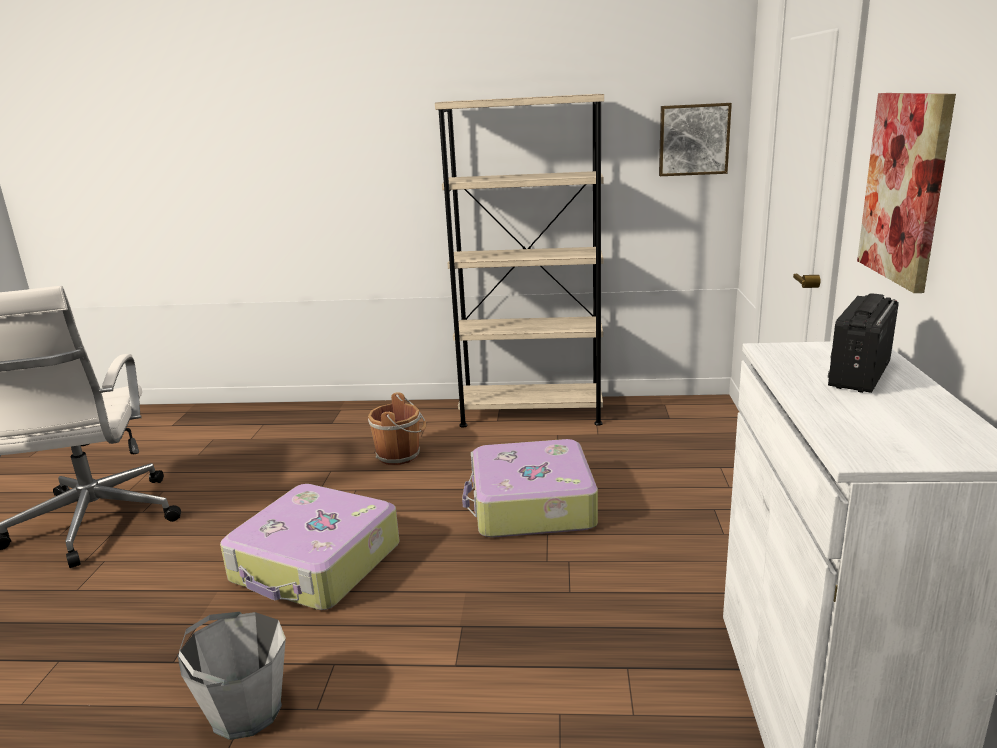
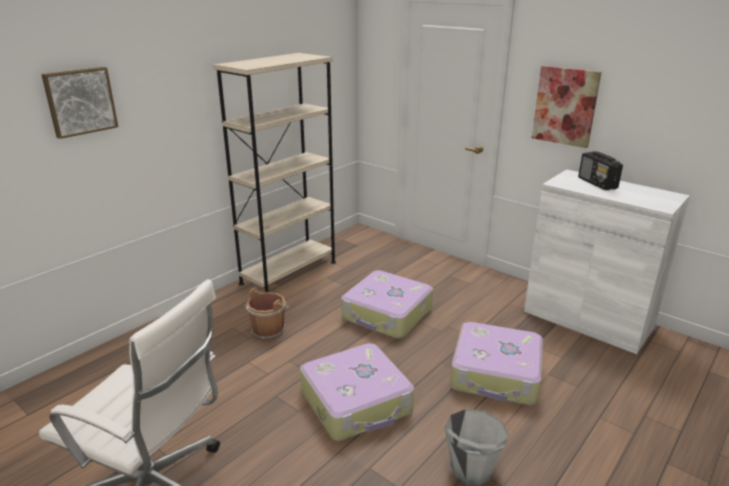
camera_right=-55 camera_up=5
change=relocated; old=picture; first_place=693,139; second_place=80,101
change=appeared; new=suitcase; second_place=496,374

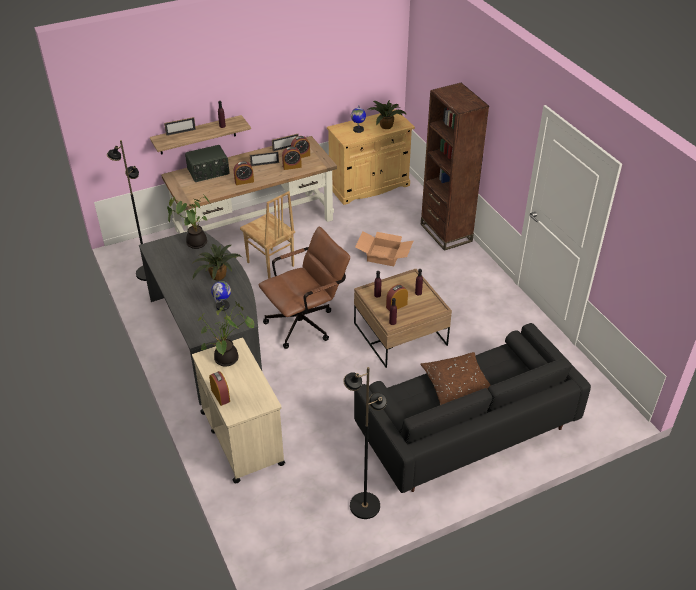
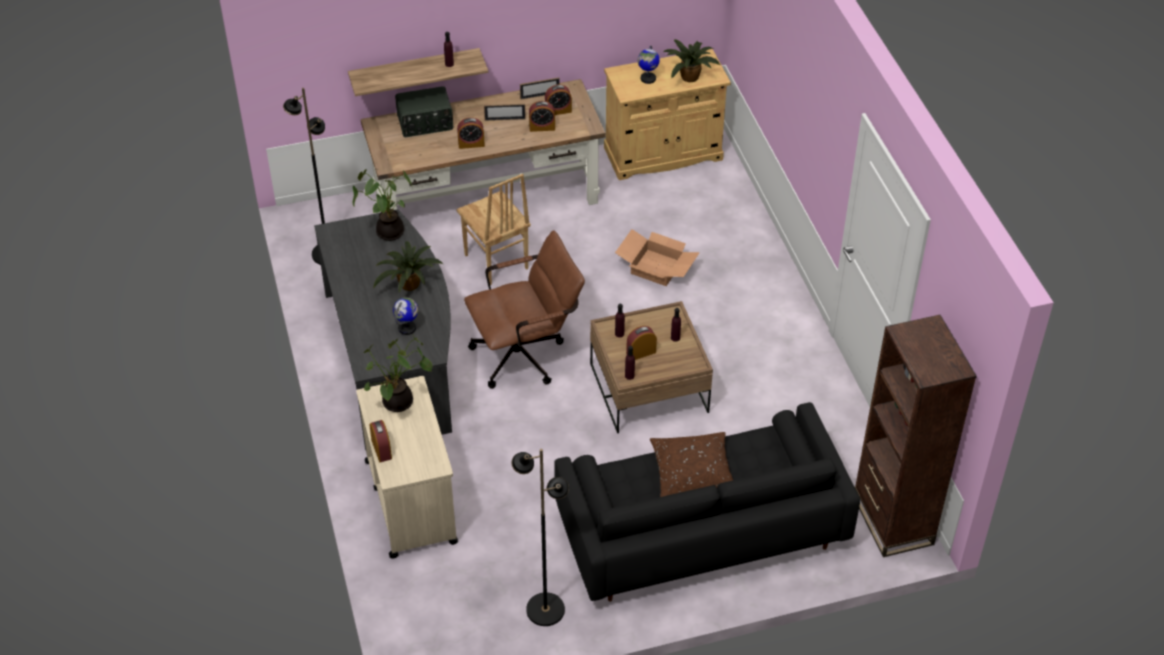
camera_right=10 camera_up=5
change=relocated; old=brown bookcase; first_place=446,233; second_place=892,520
change=missing; old=picture frame; first_place=181,132

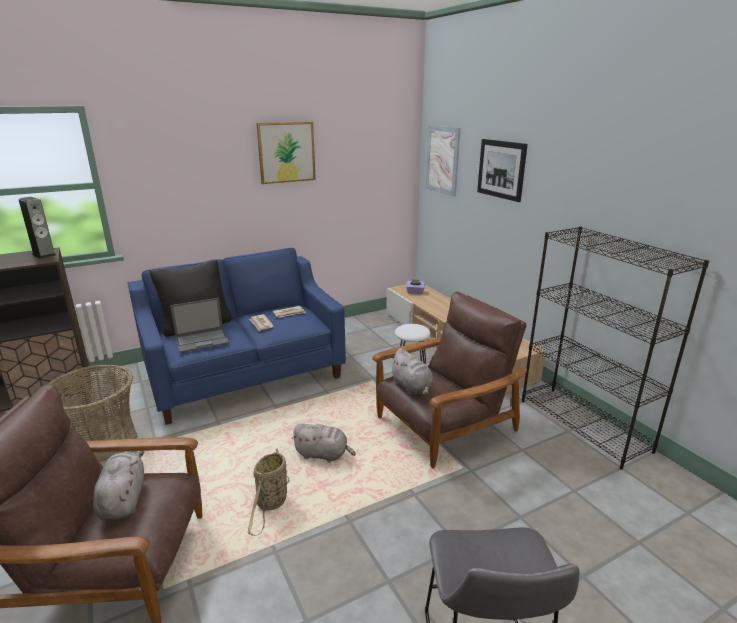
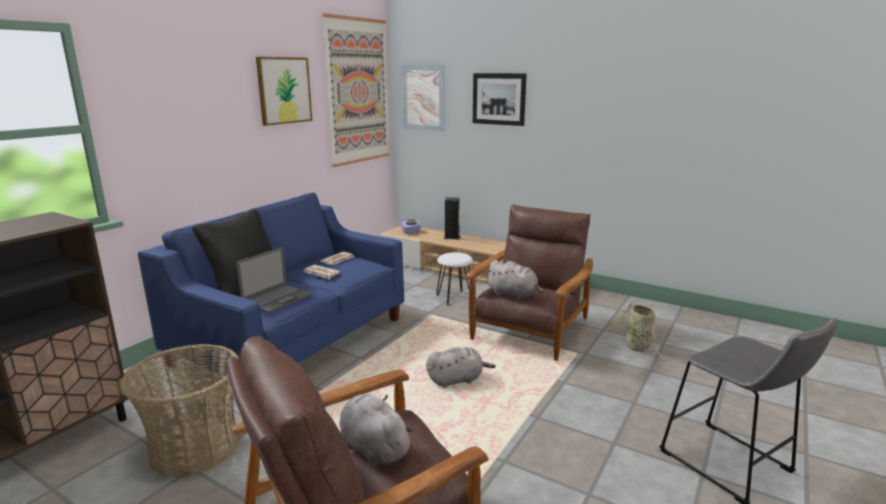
camera_right=-30 camera_up=-5
change=relocated; old=speaker; first_place=44,255; second_place=452,237
change=missing; old=black bookcase; first_place=584,425
change=relocated; old=basket; first_place=271,503; second_place=638,348
change=appeared; new=picture; second_place=358,91

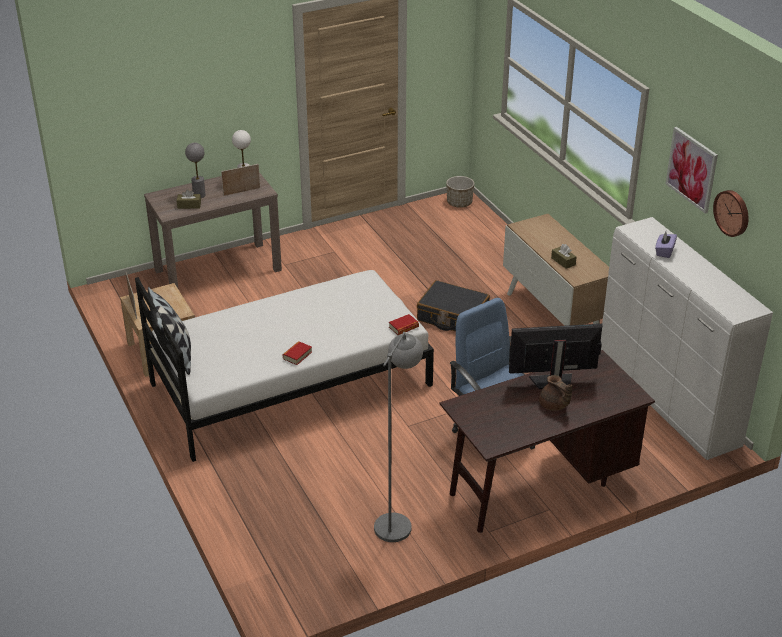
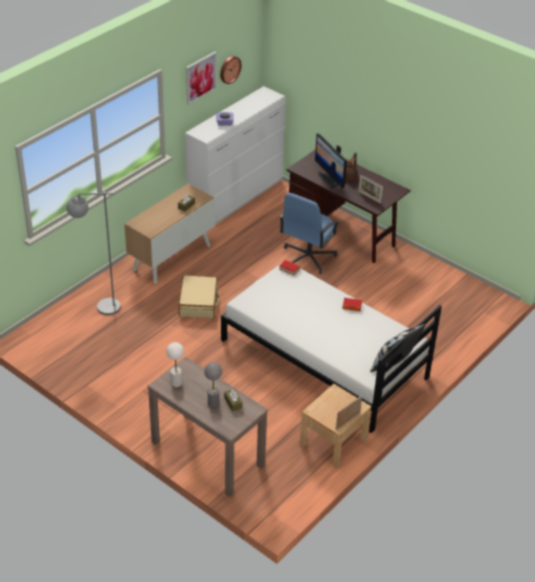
camera_right=-115 camera_up=5
change=relocated; old=picture frame; first_place=241,191; second_place=369,197
change=missing; old=planter; first_place=459,203
change=colour; old=black suitcase; new=beige suitcase; first_place=452,316; second_place=199,303
change=relocated; old=grey floor lamp; first_place=397,519; second_place=100,307

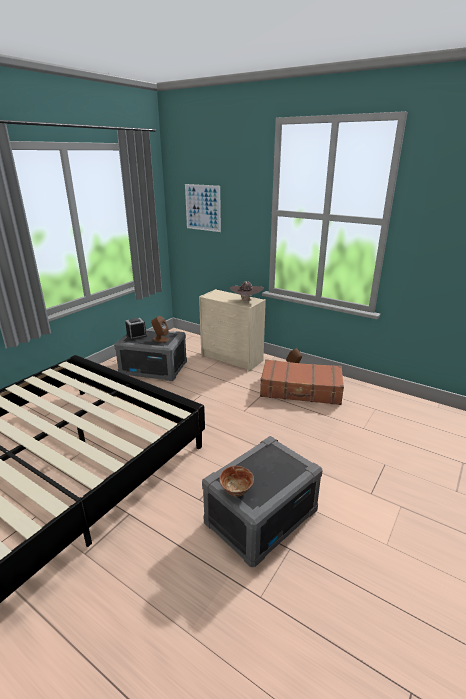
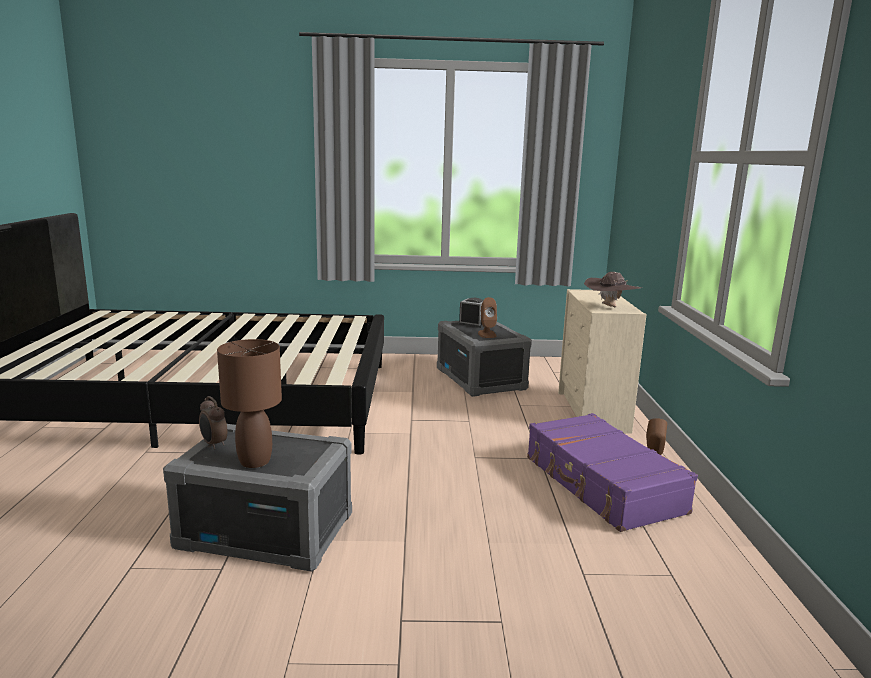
camera_right=55 camera_up=-10
change=missing; old=picture; first_place=202,207
change=colour; old=brown suitcase; new=purple suitcase; first_place=301,390; second_place=602,485
change=exchanged; old=bowl; new=alarm clock; first_place=236,491; second_place=213,444
change=appeared; new=brown table lamp; second_place=255,462

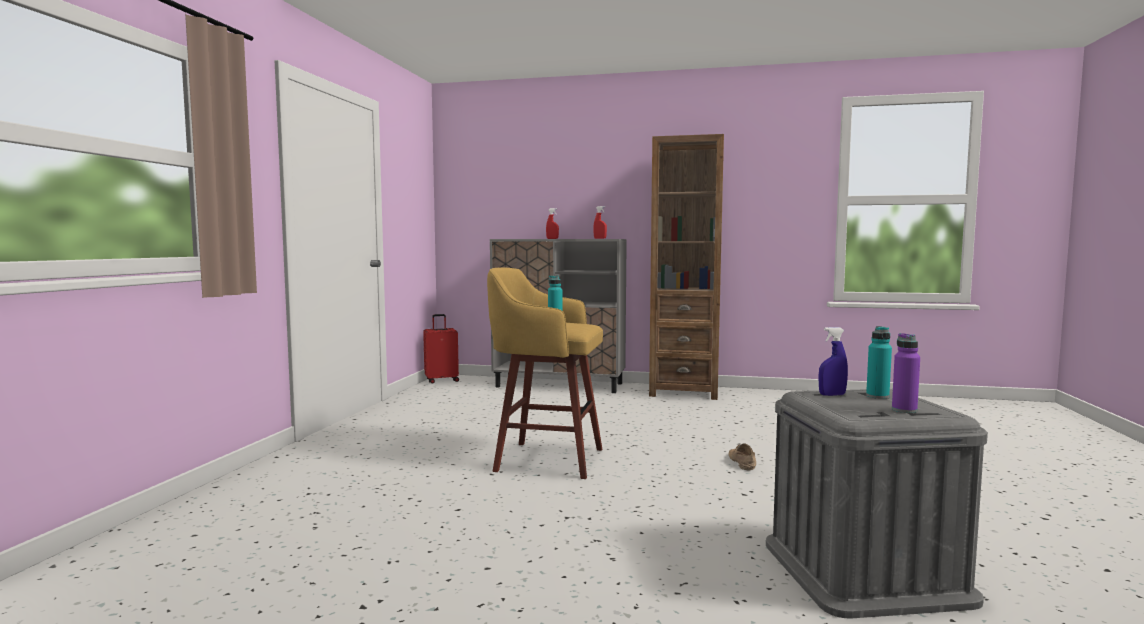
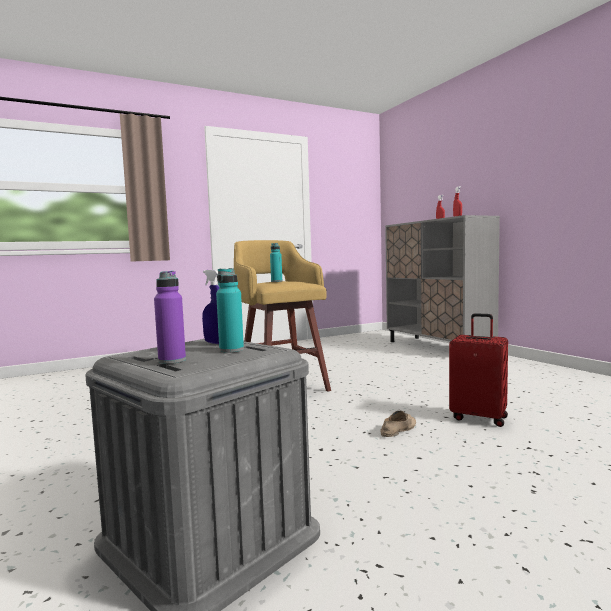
camera_right=50 camera_up=0
change=missing; old=brown bookcase; first_place=684,391
change=relocated; old=red suitcase; first_place=442,380; second_place=479,417

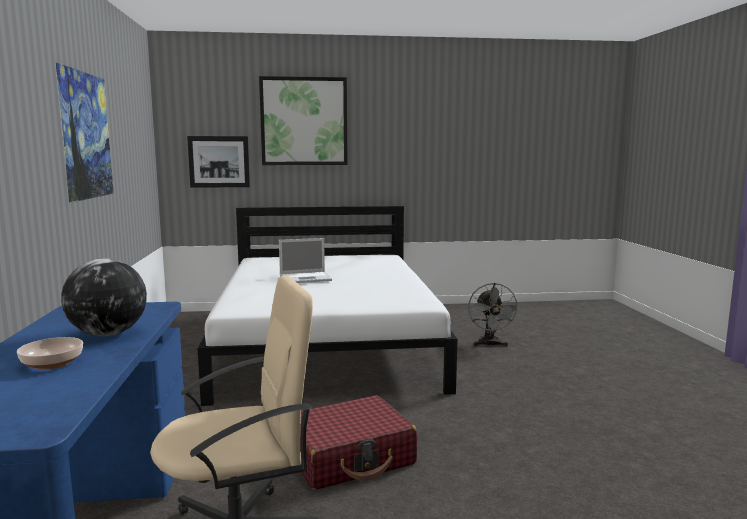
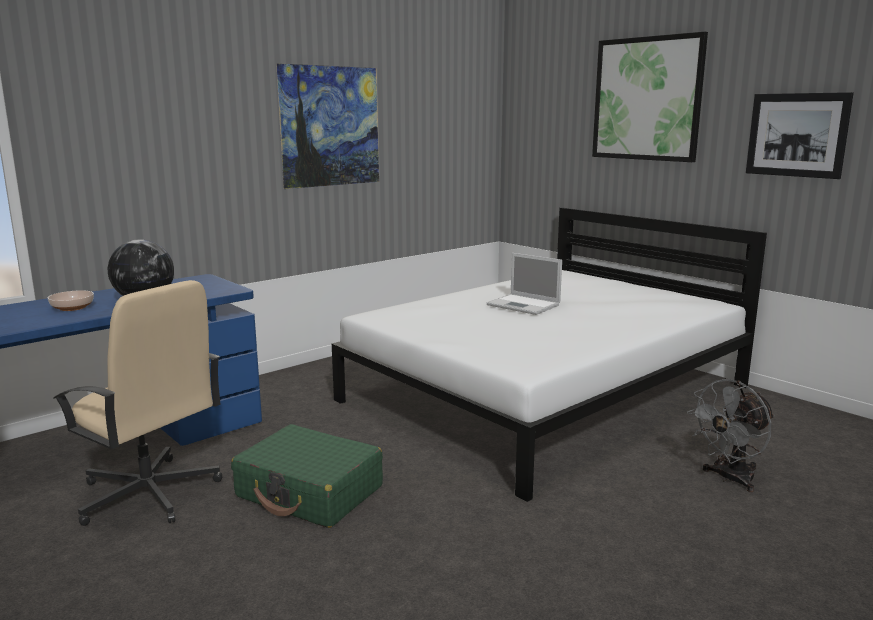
camera_right=55 camera_up=5
change=relocated; old=picture; first_place=219,161; second_place=797,135
change=colour; old=red suitcase; new=green suitcase; first_place=349,457; second_place=310,492

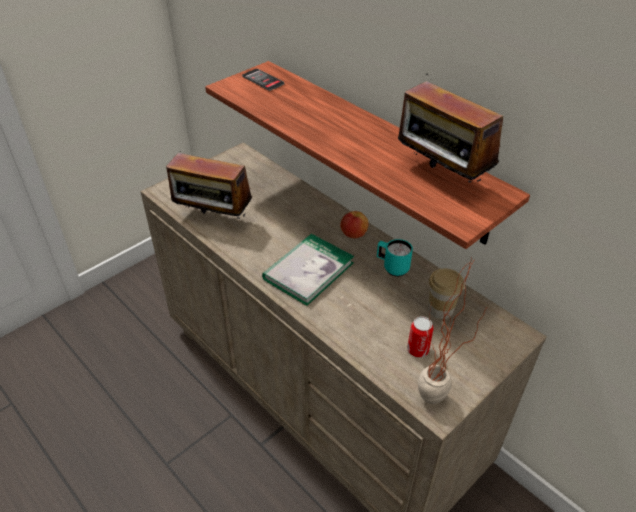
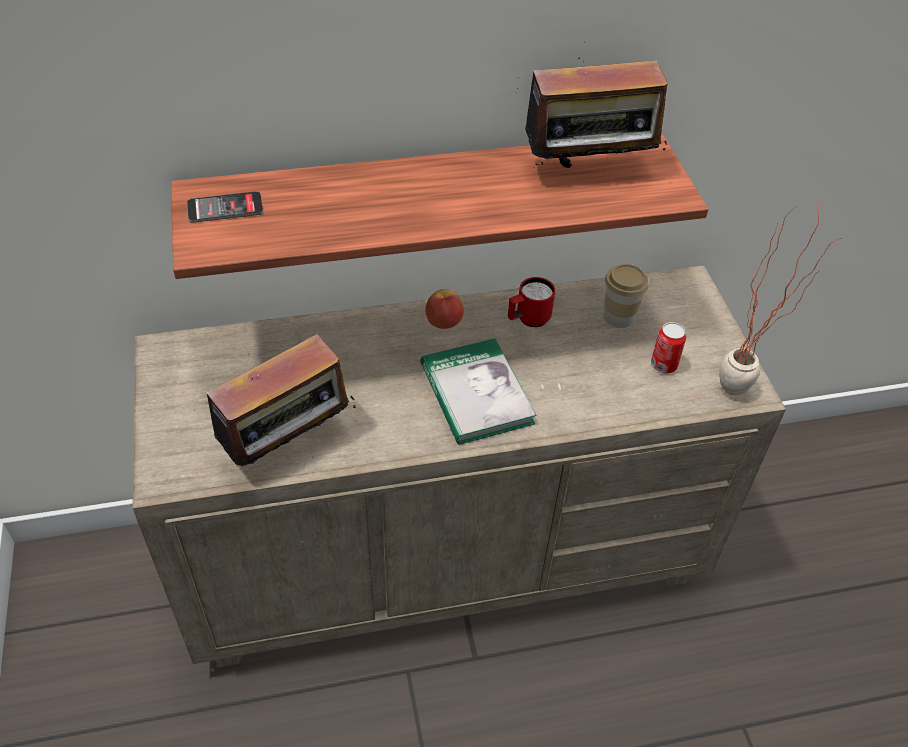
camera_right=-60 camera_up=5
change=colour; old=turquoise mug; new=red mug; first_place=392,268; second_place=528,320

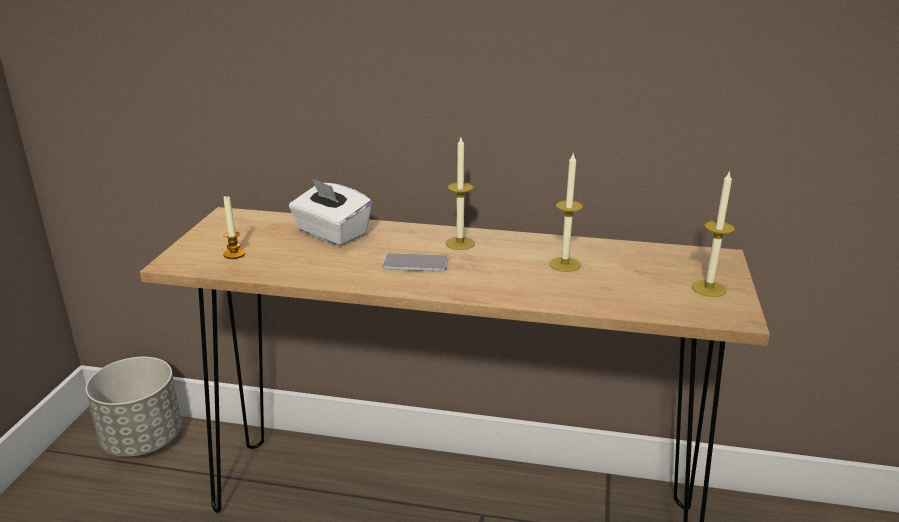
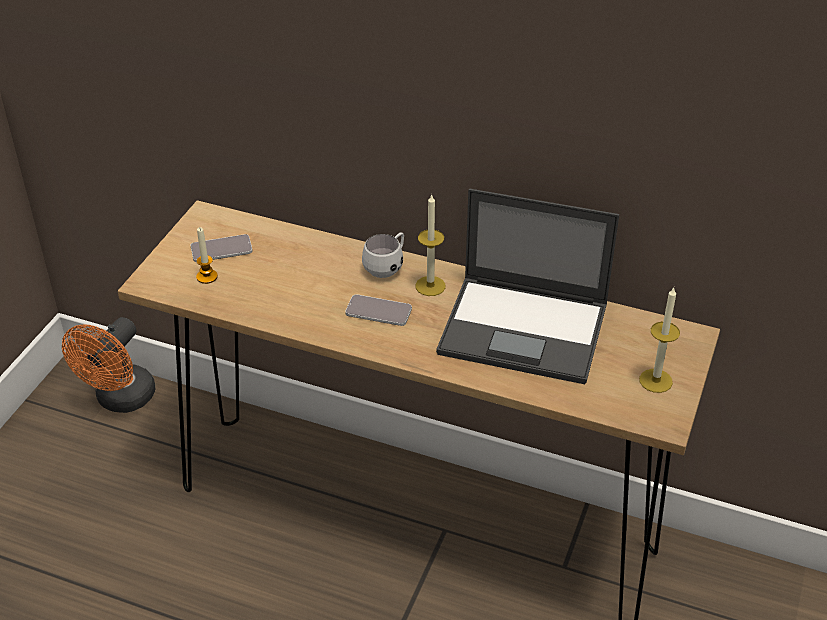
camera_right=10 camera_up=15
change=exchanged; old=candle; new=laptop; first_place=564,264; second_place=525,329
change=missing; old=white tissue box; first_place=331,234
change=exchanged; old=grey planter; new=orange fan; first_place=144,439; second_place=120,400
change=appeared; new=white mug; second_place=387,267
change=appeared; new=phone; second_place=221,249

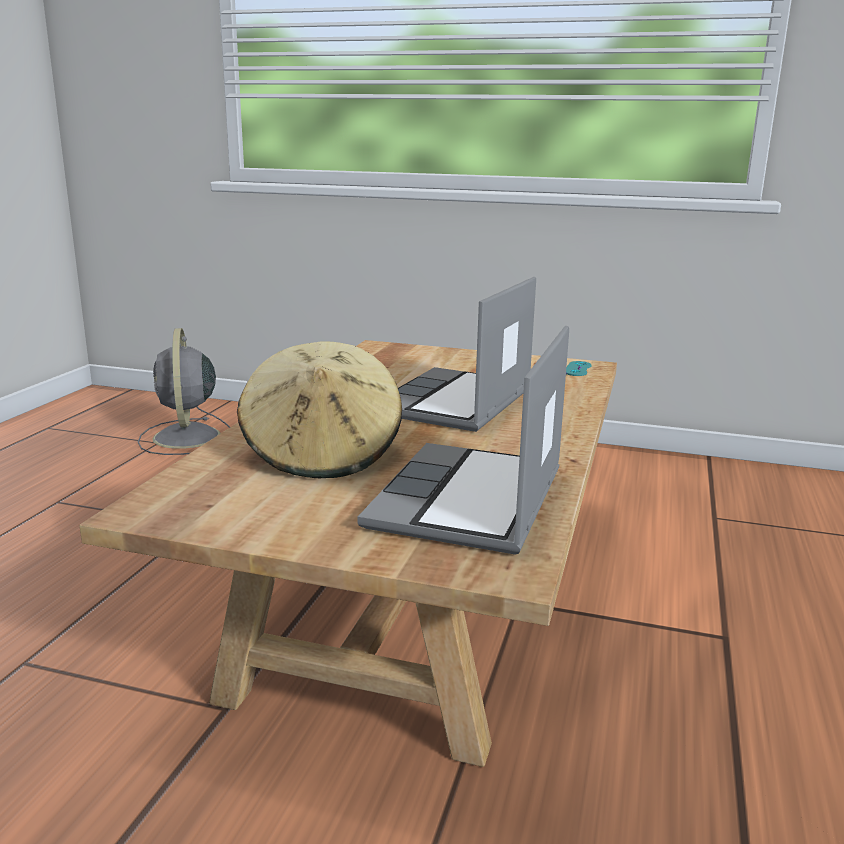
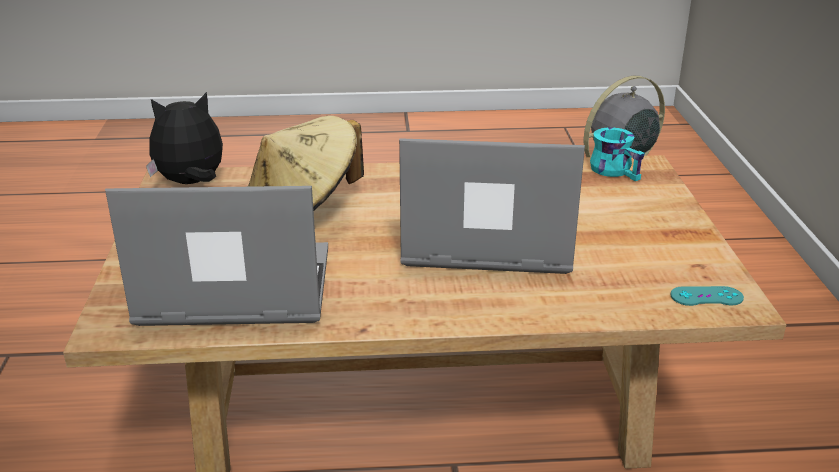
camera_right=70 camera_up=10
change=appeared; new=plush toy; second_place=191,183
change=appeared; new=turquoise mug; second_place=617,170

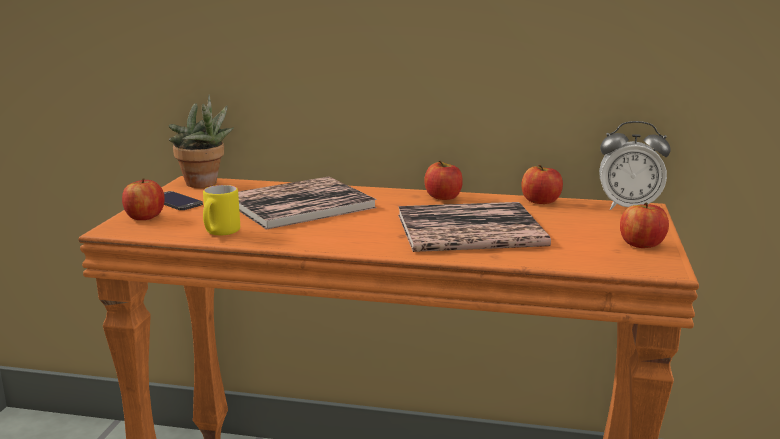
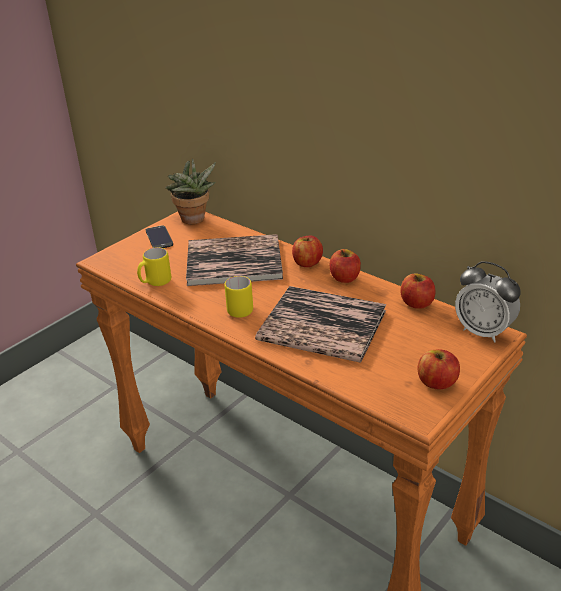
camera_right=30 camera_up=15
change=relocated; old=apple; first_place=145,217; second_place=307,263
change=appeared; new=yellow mug; second_place=242,308

